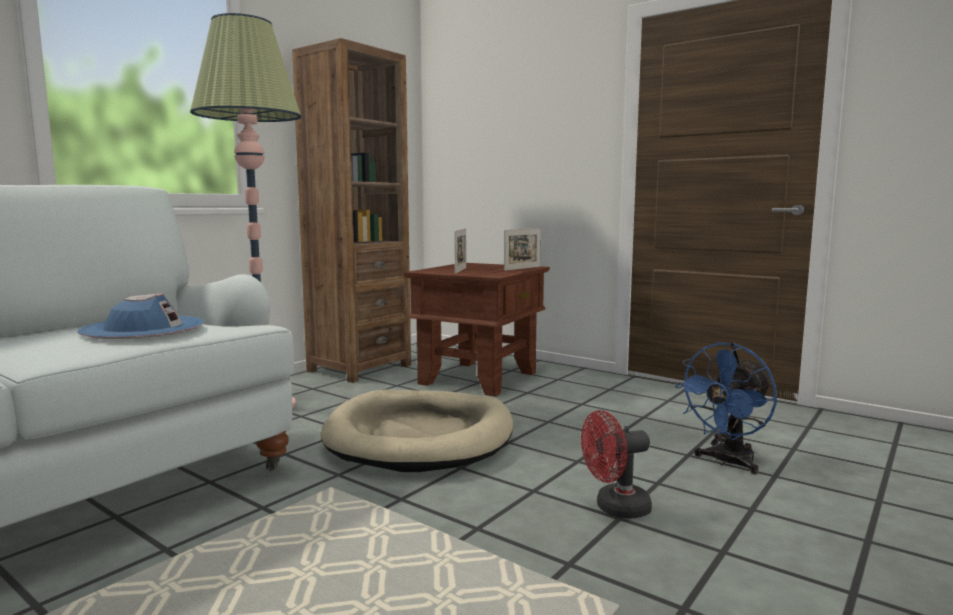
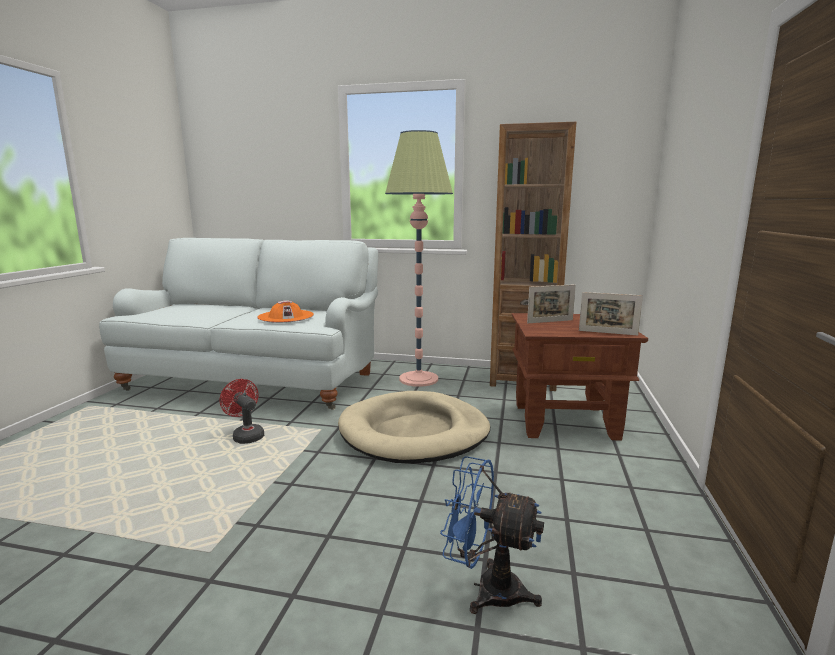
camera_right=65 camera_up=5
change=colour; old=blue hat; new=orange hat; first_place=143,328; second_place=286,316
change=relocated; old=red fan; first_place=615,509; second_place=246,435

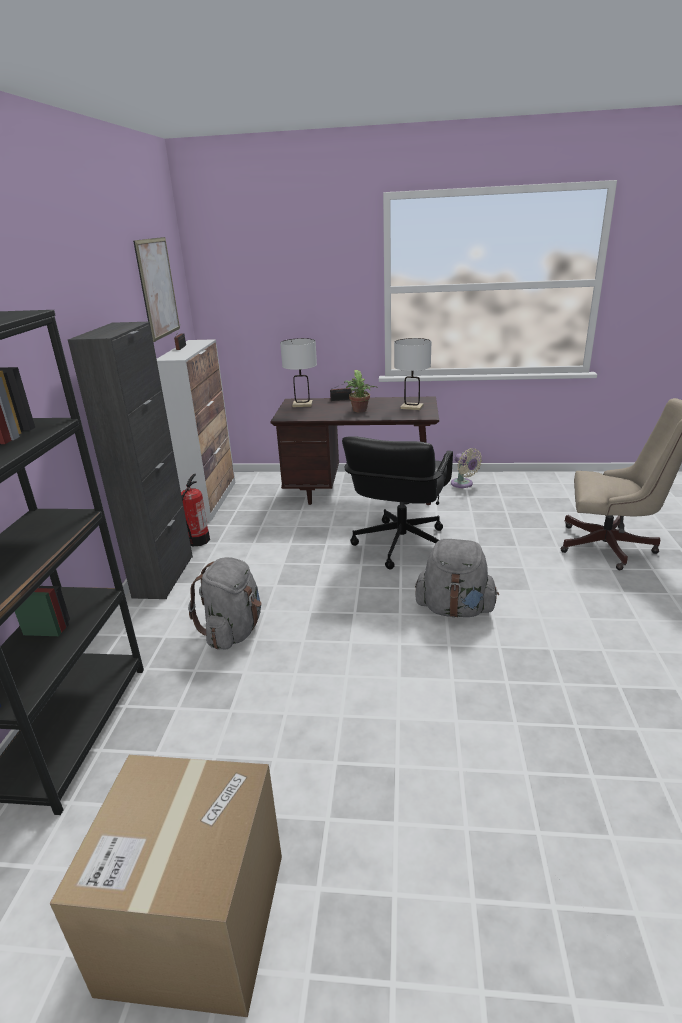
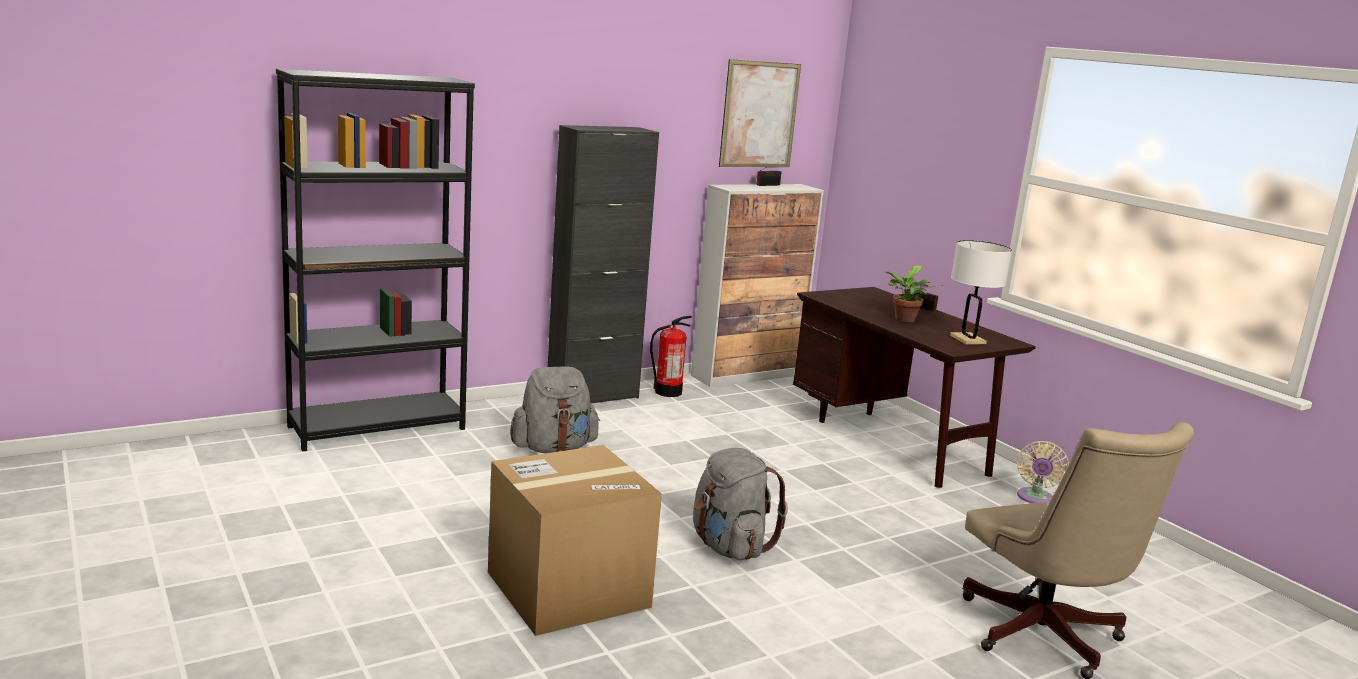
camera_right=50 camera_up=-10
change=missing; old=white table lamp; first_place=302,404
change=missing; old=black office chair; first_place=400,544
change=relocated; old=cardboard box; first_place=195,920; second_place=568,589

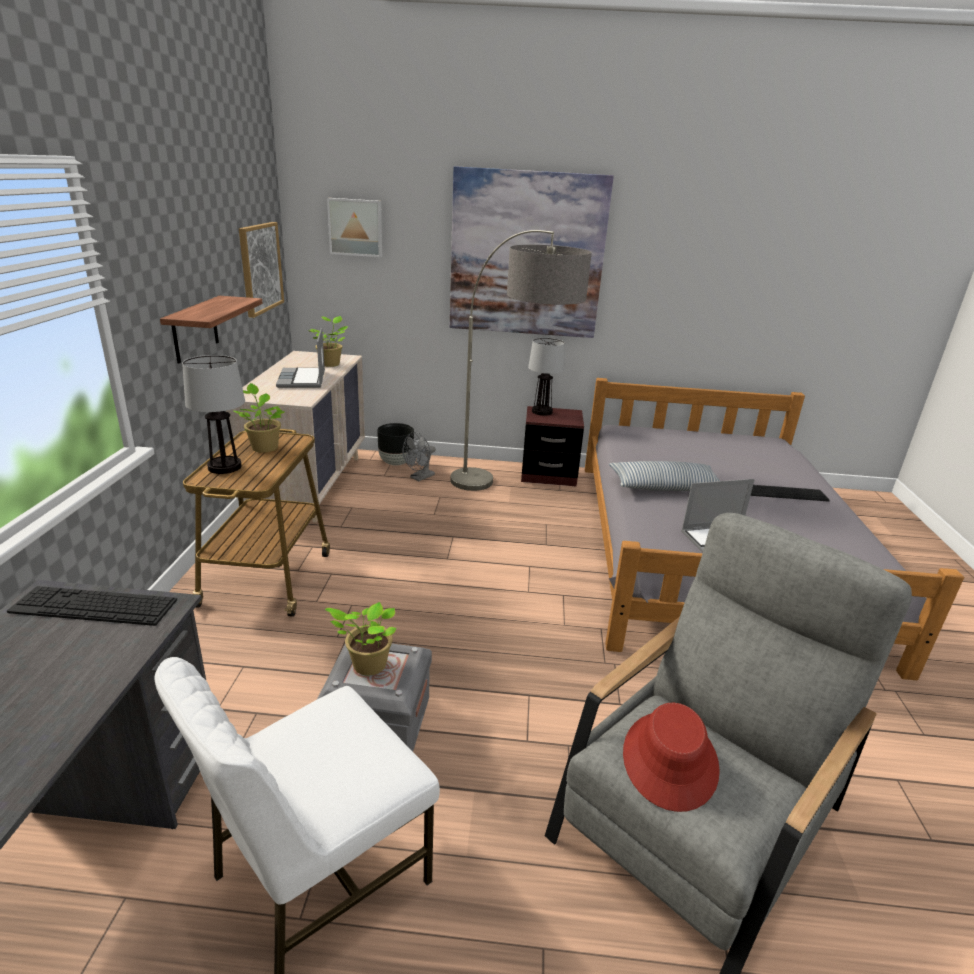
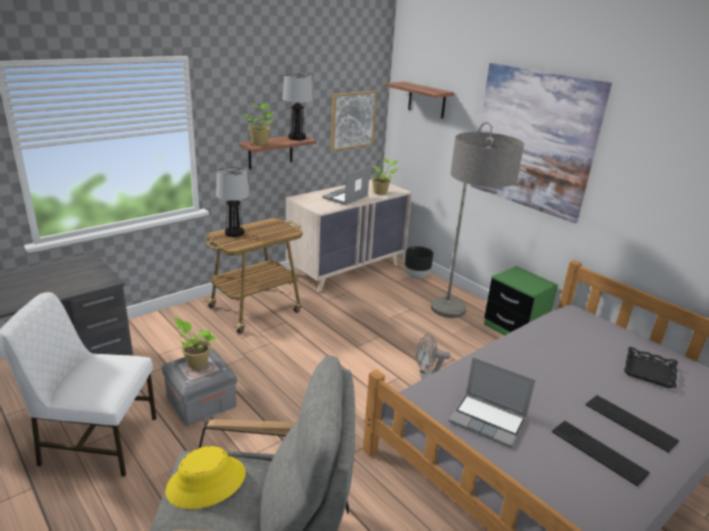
camera_right=45 camera_up=0
change=exchanged; old=picture; new=shelf; first_place=356,227; second_place=427,100
change=relocated; old=table lamp; first_place=542,411; second_place=297,138
change=relocated; old=potted plant; first_place=264,447; second_place=260,143
change=colour; old=brown nightstand; new=green nightstand; first_place=548,475; second_place=514,329
change=relocated; old=grey fan; first_place=419,478; second_place=427,376
change=missing; old=pillow; first_place=664,487
change=relocated; old=keyboard; first_place=94,606; second_place=598,451
change=colour; old=red hat; new=yellow hat; first_place=670,760; second_place=206,482
change=appeared; new=black tray; second_place=649,371

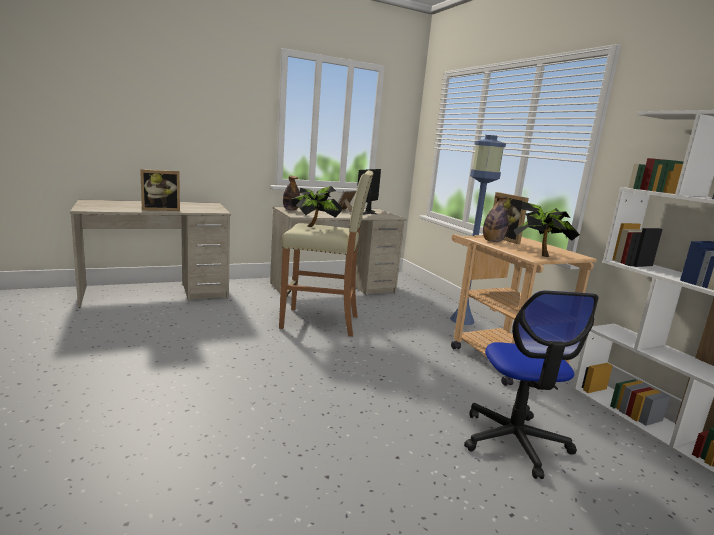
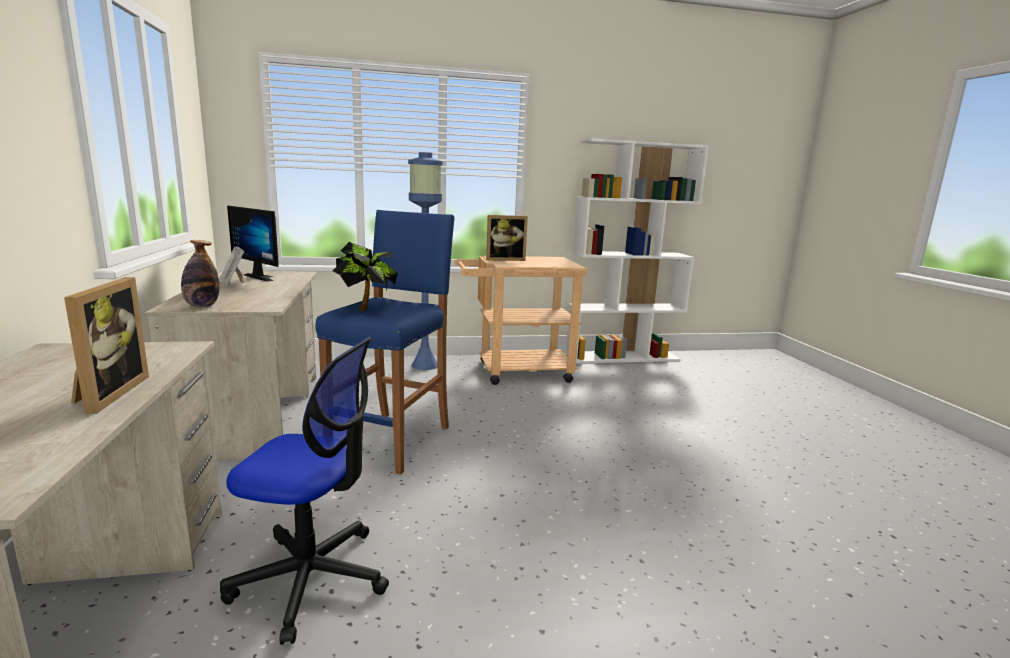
camera_right=-75 camera_up=0
change=colour; old=beige stool; new=blue stool; first_place=321,322; second_place=392,440
change=missing; old=bottle; first_place=492,241
change=missing; old=potted plant; first_place=540,254
change=relocated; old=office chair; first_place=514,441; second_place=311,578

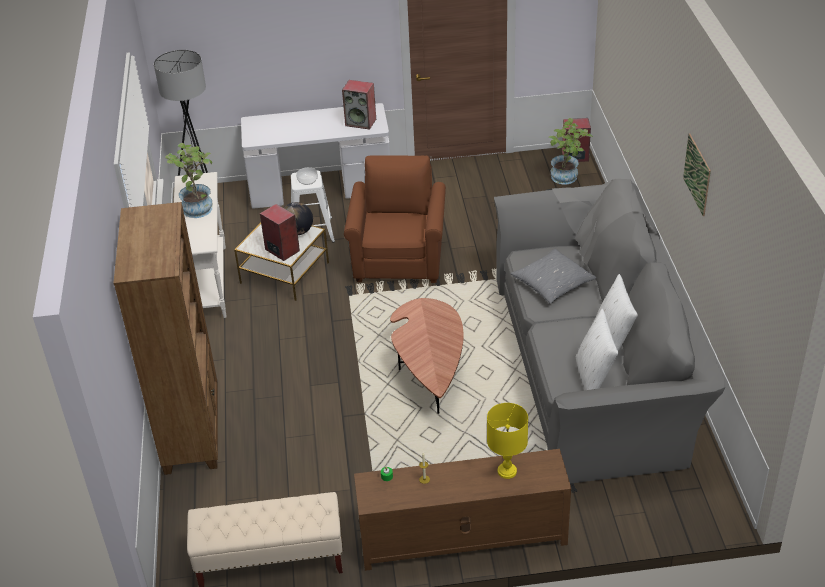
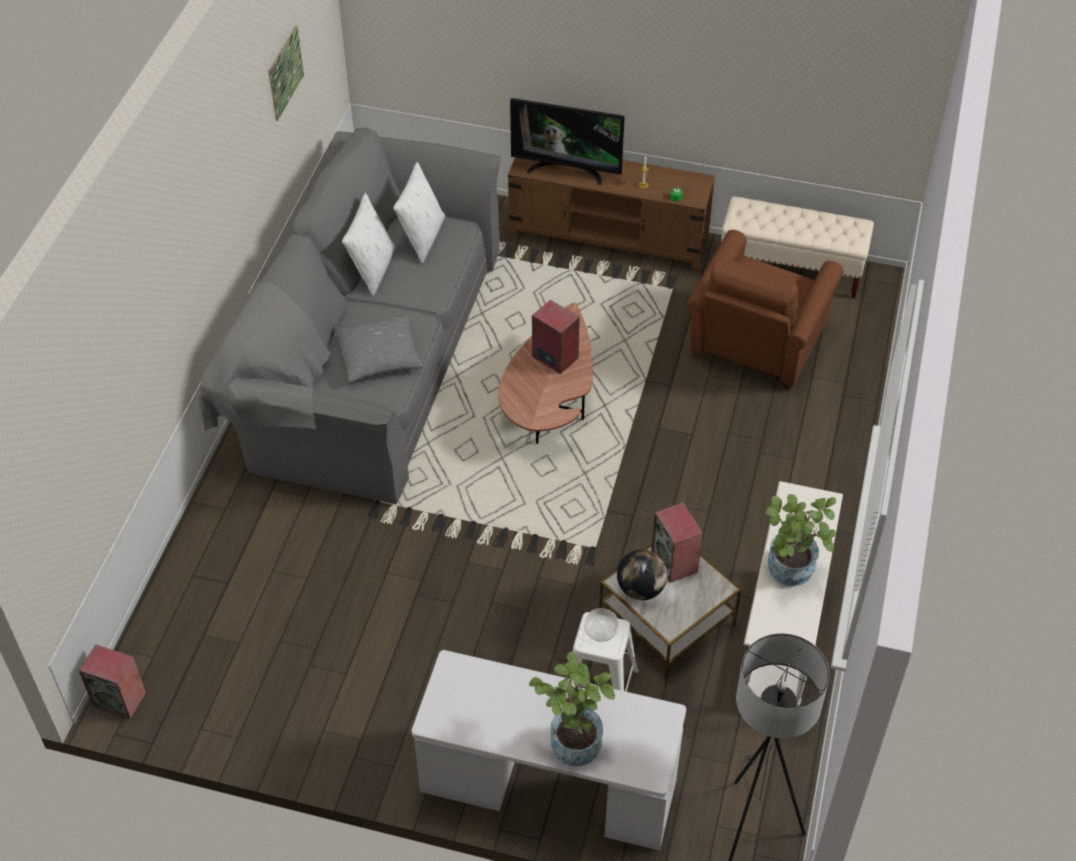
camera_right=-160 camera_up=10
change=relocated; old=speaker; first_place=361,122; second_place=554,357
change=relocated; old=potted plant; first_place=567,178; second_place=573,738
change=relocated; old=picture; first_place=697,174; second_place=285,72
change=relocated; old=brown armchair; first_place=400,257; second_place=754,346
change=missing; old=brown bookcase; first_place=192,431
change=exchanged; old=yellow table lamp; new=television; first_place=506,471; second_place=567,170

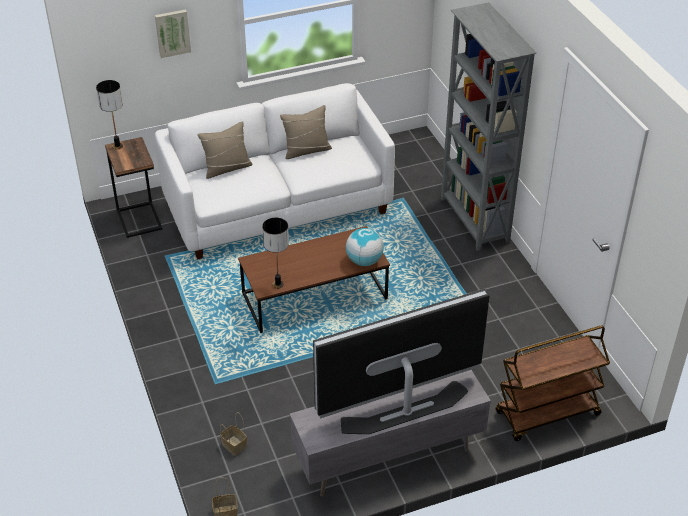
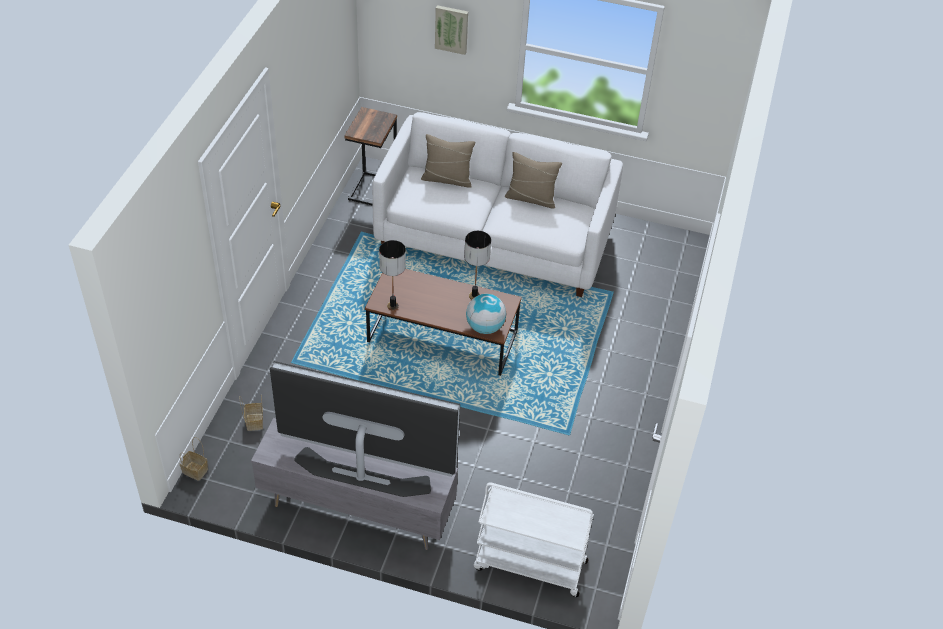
camera_right=35 camera_up=5
change=missing; old=grey bookcase; first_place=474,221
change=relocated; old=table lamp; first_place=118,146; second_place=474,296
change=colour; old=brown cart; new=white cart; first_place=547,414; second_place=529,565

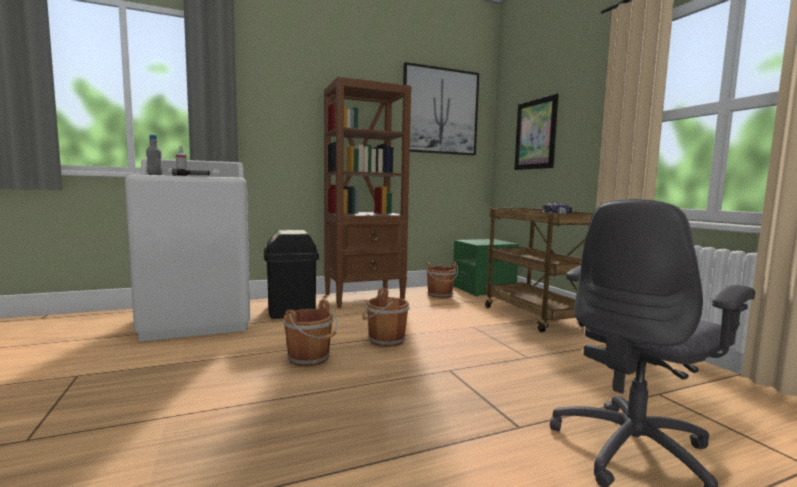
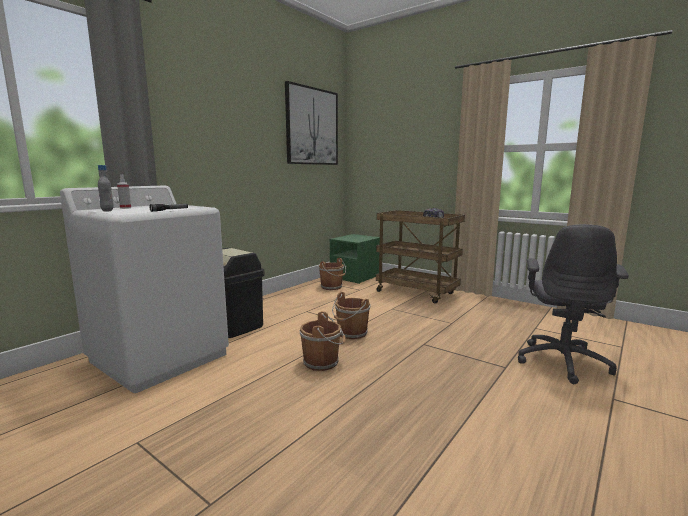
camera_right=-30 camera_up=5
change=missing; old=brown bookcase; first_place=365,298
change=missing; old=picture; first_place=535,134

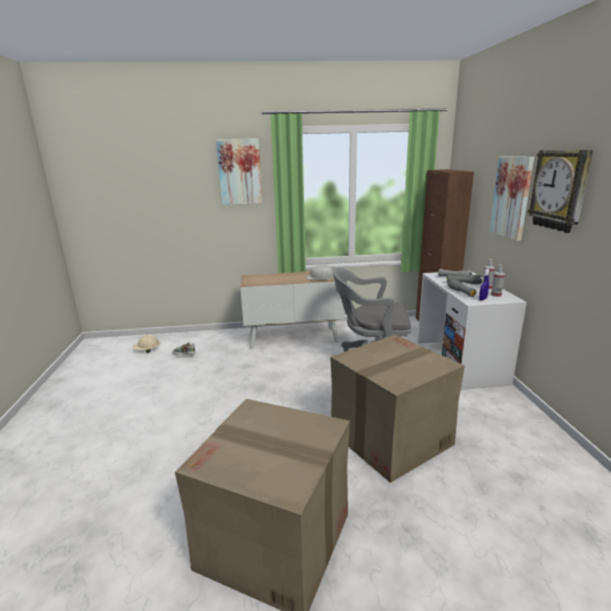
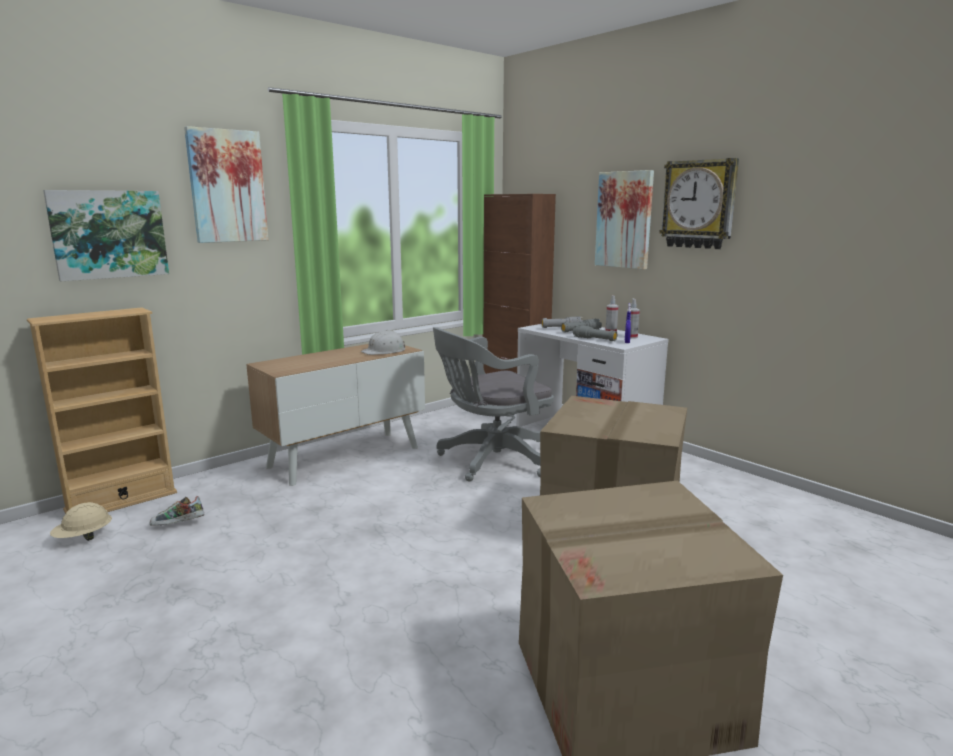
camera_right=-35 camera_up=-5
change=appeared; new=picture; second_place=109,234
change=appeared; new=beige bookcase; second_place=122,501

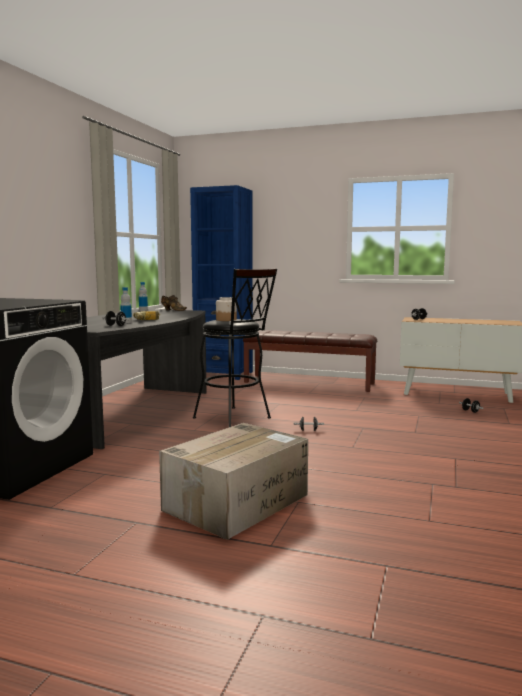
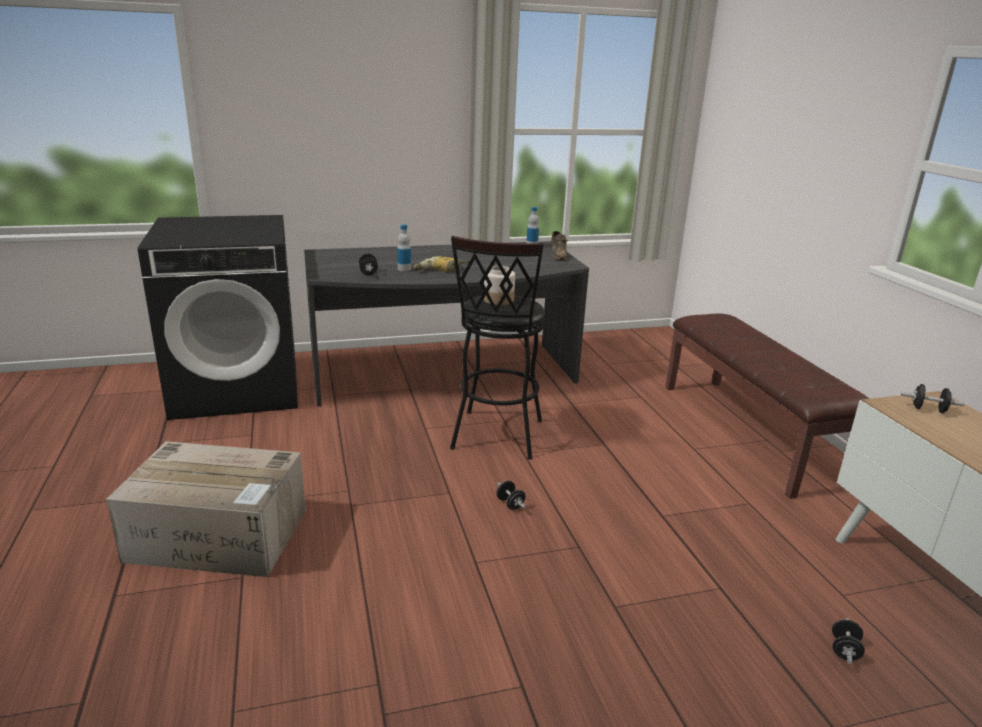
camera_right=55 camera_up=15
change=missing; old=blue bookcase; first_place=224,374

